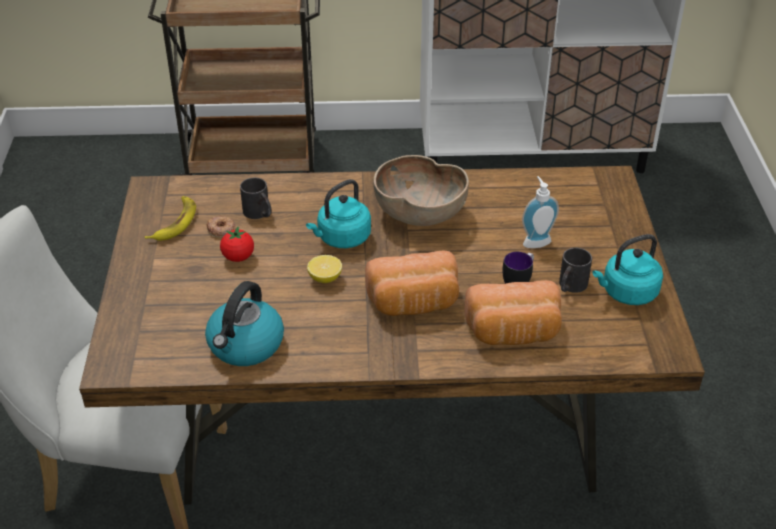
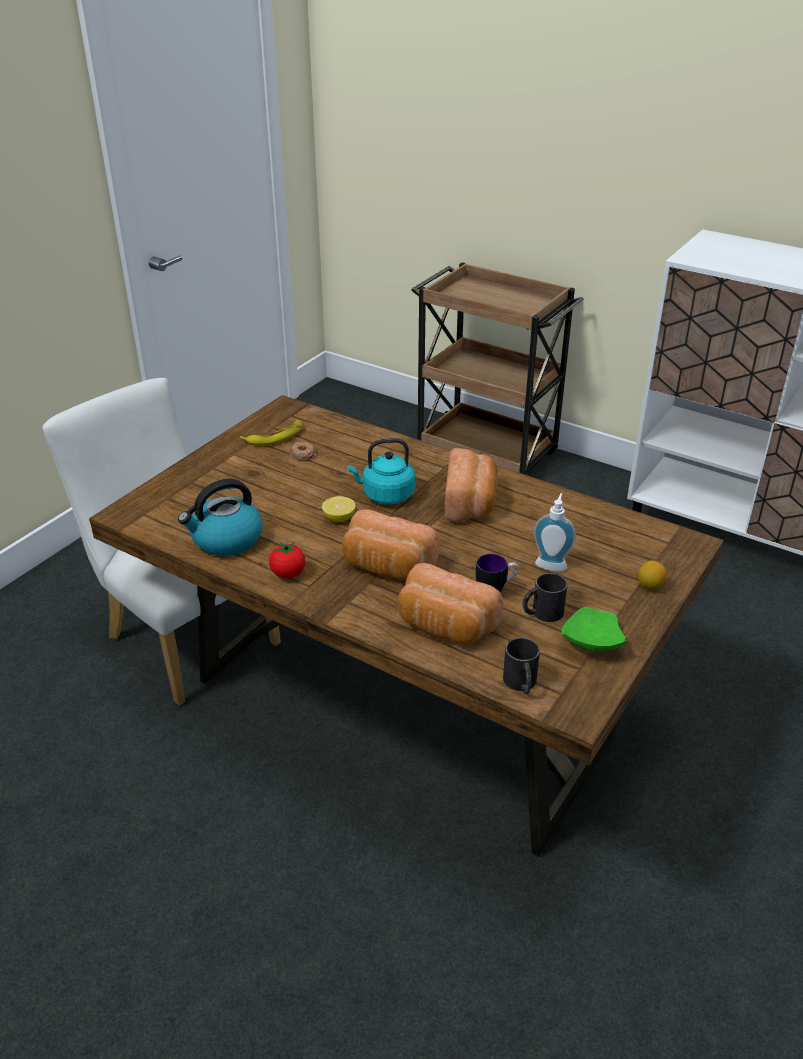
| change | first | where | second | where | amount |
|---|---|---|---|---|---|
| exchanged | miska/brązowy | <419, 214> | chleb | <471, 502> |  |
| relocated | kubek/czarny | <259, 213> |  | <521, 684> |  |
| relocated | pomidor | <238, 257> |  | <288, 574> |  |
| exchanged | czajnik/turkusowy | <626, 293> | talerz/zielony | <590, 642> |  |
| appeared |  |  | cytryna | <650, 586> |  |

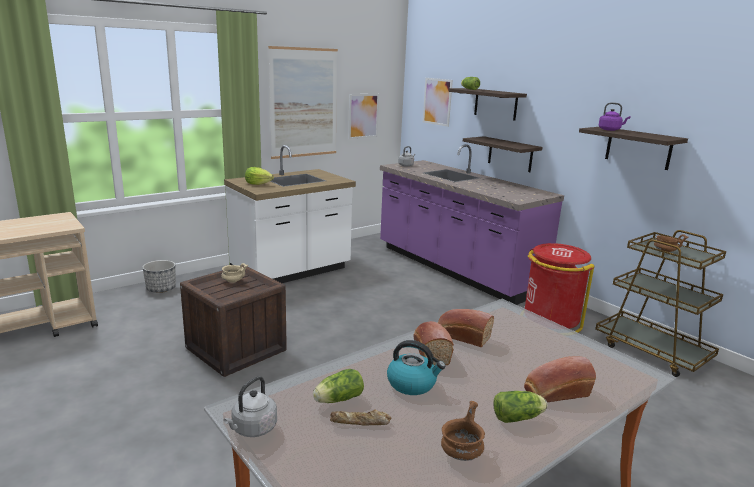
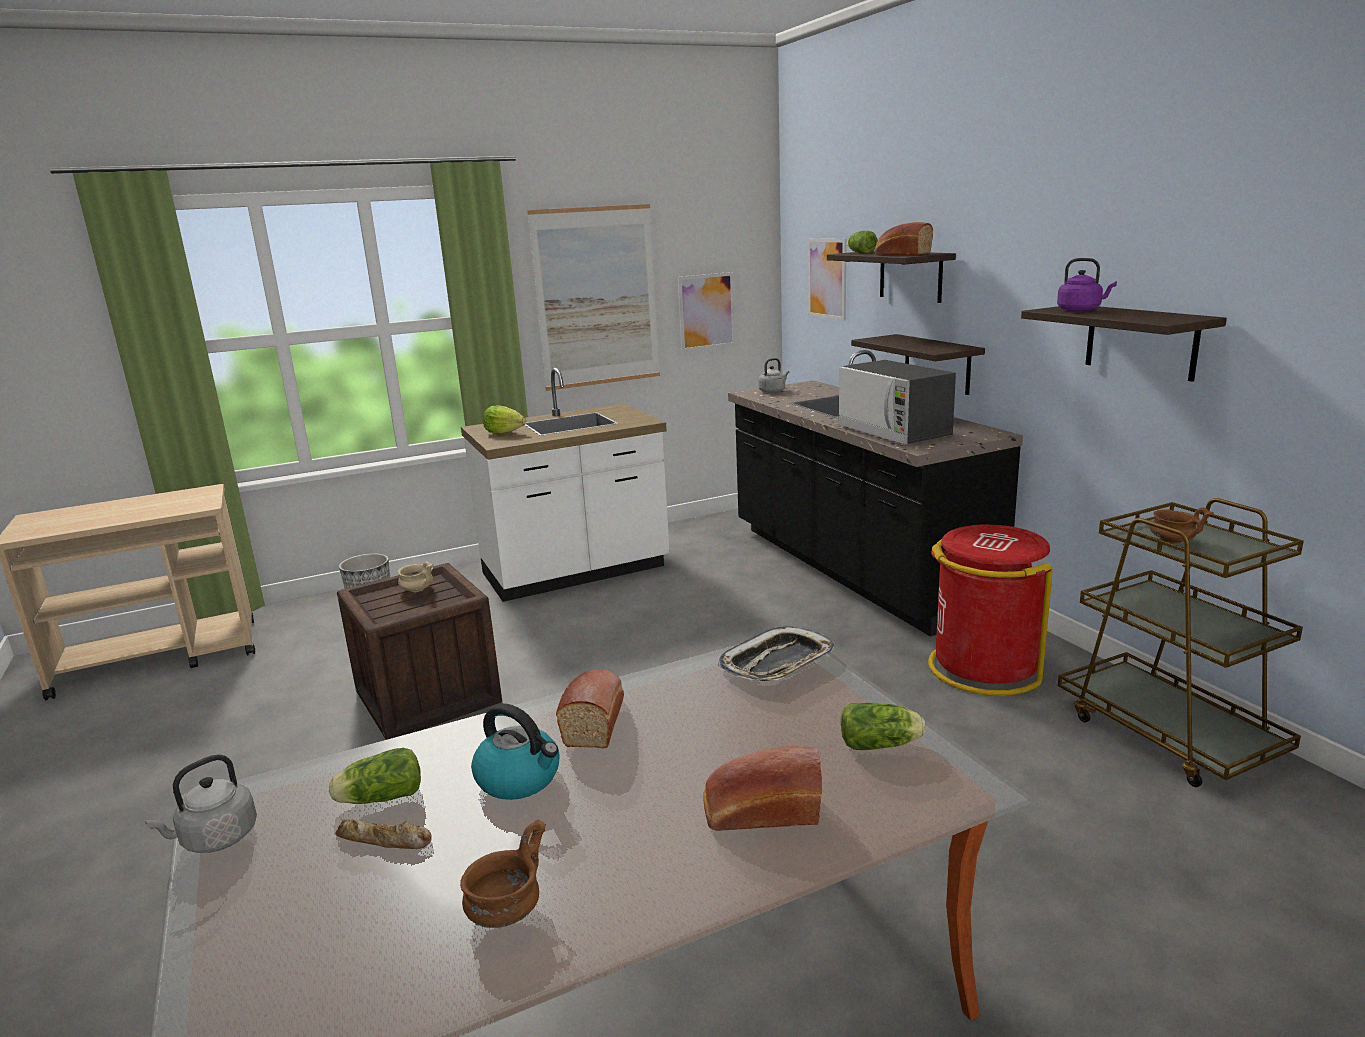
| change | first | where | second | where | amount |
|---|---|---|---|---|---|
| colour | zabudowa kuchenna/fioletowy | <455, 269> | zabudowa kuchenna/czarny | <853, 569> |  |
| relocated | chleb | <461, 336> |  | <901, 254> |  |
| relocated | sałata | <519, 417> |  | <882, 745> |  |
| appeared |  |  | mikrofalówka | <894, 432> |  |
| appeared |  |  | taca | <777, 663> |  |

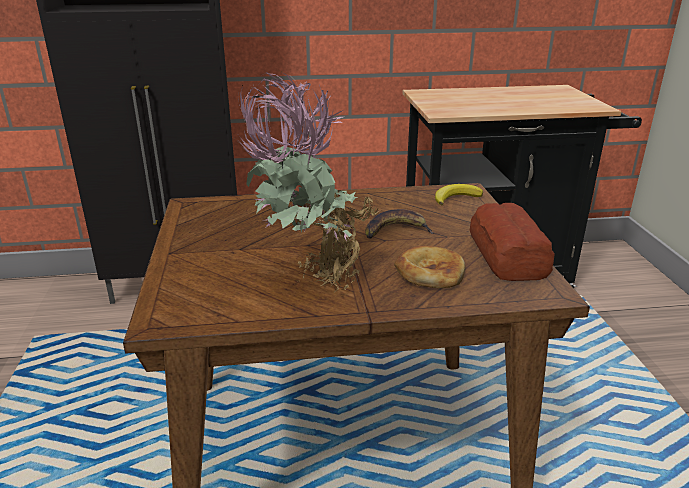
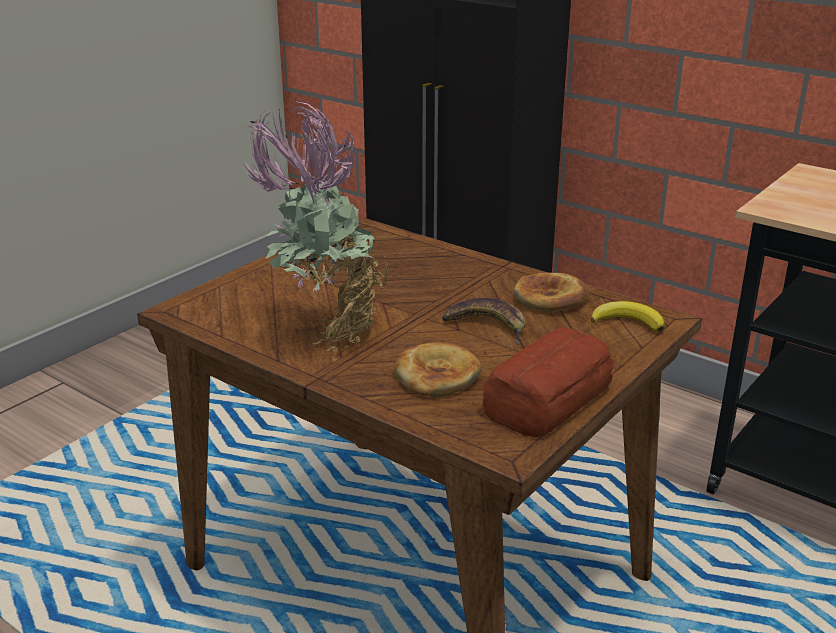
| change | first | where | second | where | amount |
|---|---|---|---|---|---|
| appeared |  |  | chleb | <549, 298> |  |

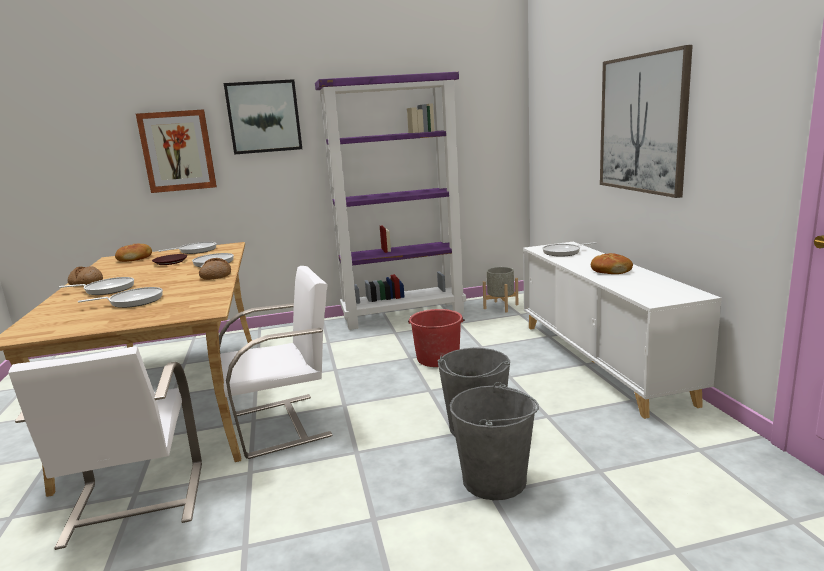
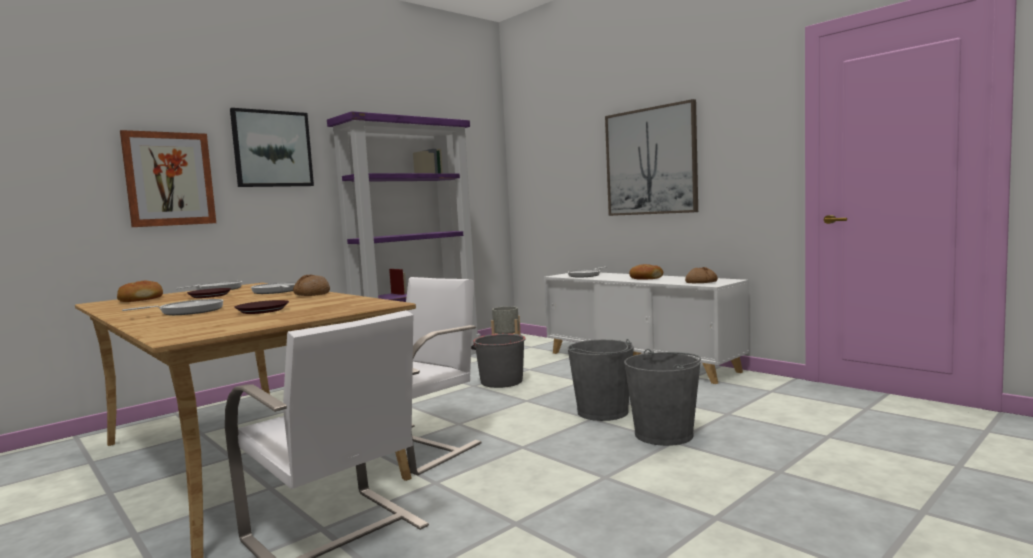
| change | first | where | second | where | amount |
|---|---|---|---|---|---|
| relocated | chleb | <86, 283> |  | <701, 282> |  |
| exchanged | patelnia | <133, 301> | talerz/brązowy | <262, 311> |  |
| colour | wiadro/czerwony | <438, 358> | wiadro/szary | <501, 381> |  |

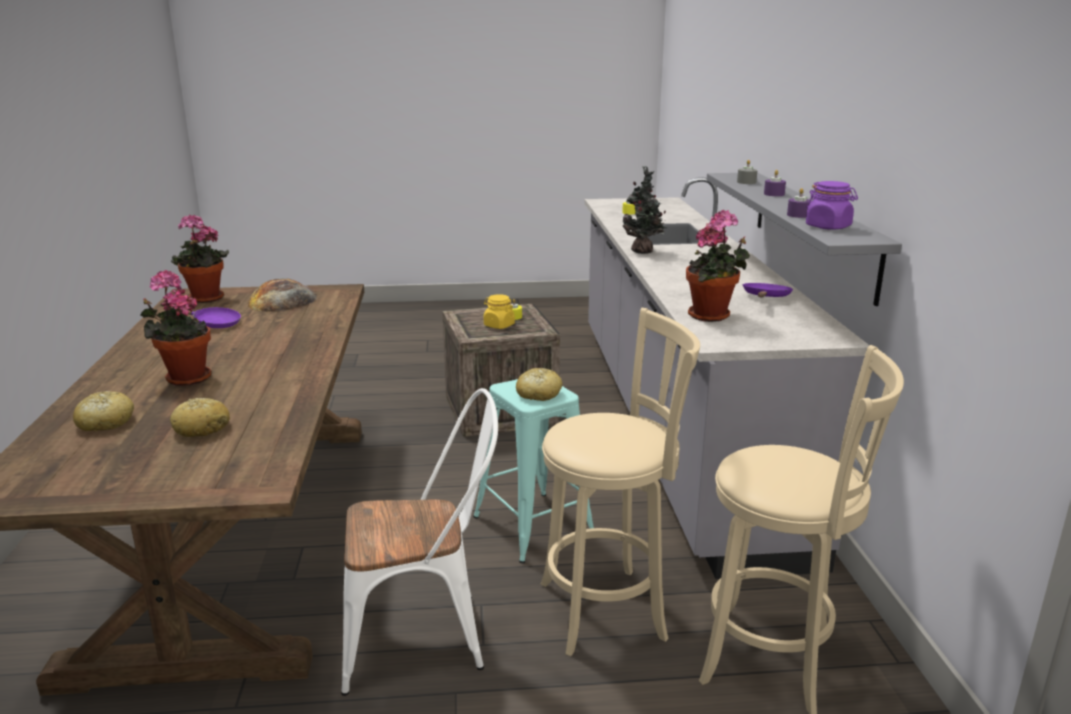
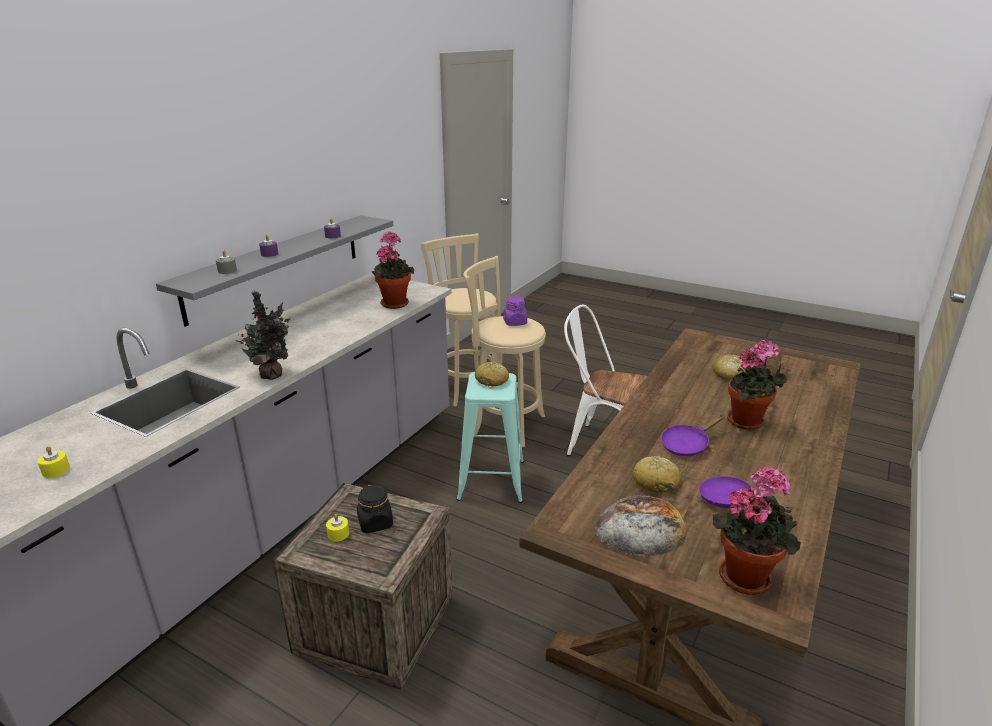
| change | first | where | second | where | amount |
|---|---|---|---|---|---|
| relocated | słoik/fioletowy | <828, 227> |  | <515, 322> |  |
| relocated | patelnia/fioletowy | <765, 298> |  | <687, 445> |  |
| colour | słoik/żółty | <499, 325> | słoik/czarny | <375, 523> |  |
| relocated | chleb | <105, 422> |  | <656, 482> |  |

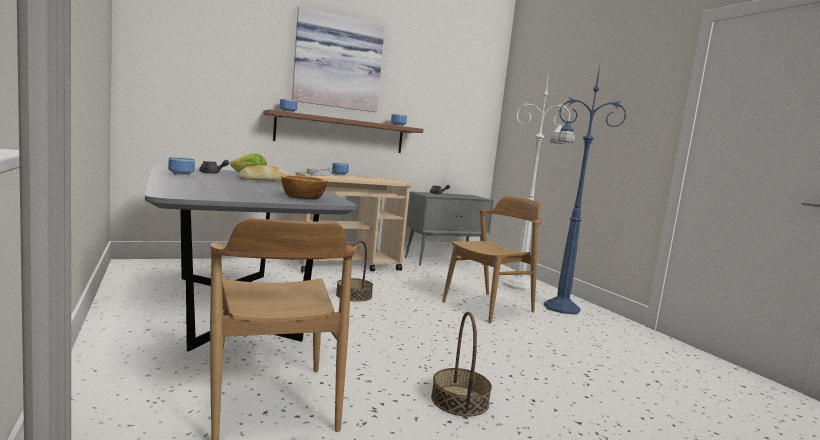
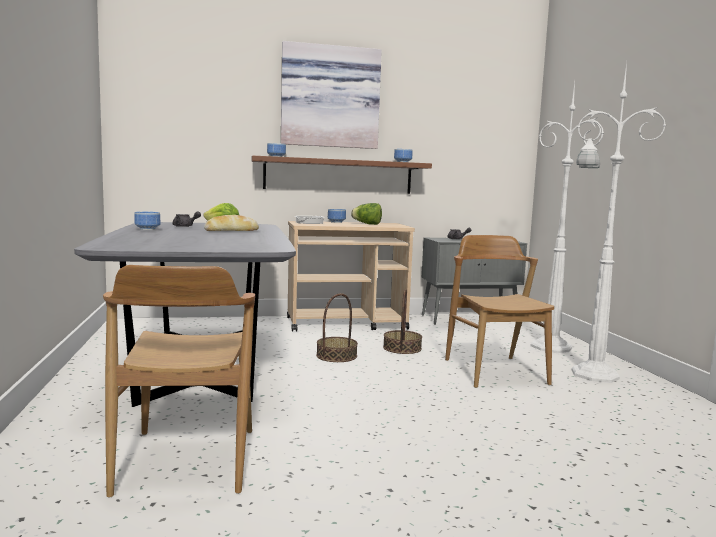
| change | first | where | second | where | amount |
|---|---|---|---|---|---|
| colour | lampa stojąca/niebieski | <559, 307> | lampa stojąca/biały | <592, 374> |  |
| missing | miska | <302, 197> |  |  |  |
| spun | krzesło/brązowy | <488, 307> |  | <495, 371> | 75 degrees counterclockwise |
| relocated | koszyk | <460, 400> |  | <402, 348> |  |
| appeared |  |  | sałata | <367, 224> |  |

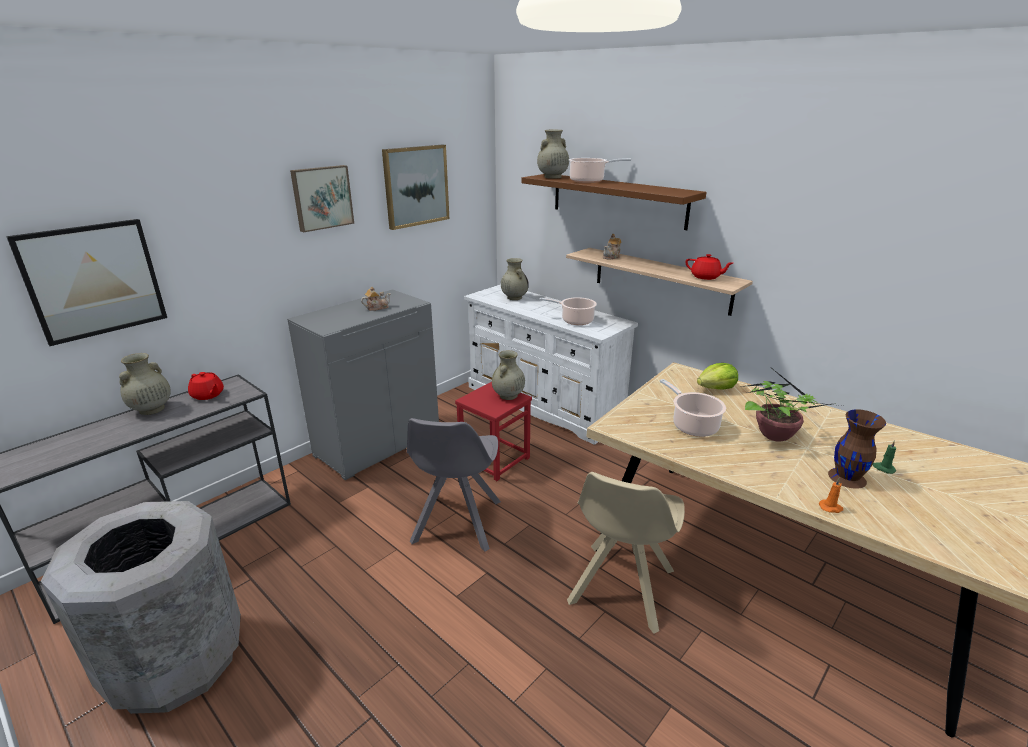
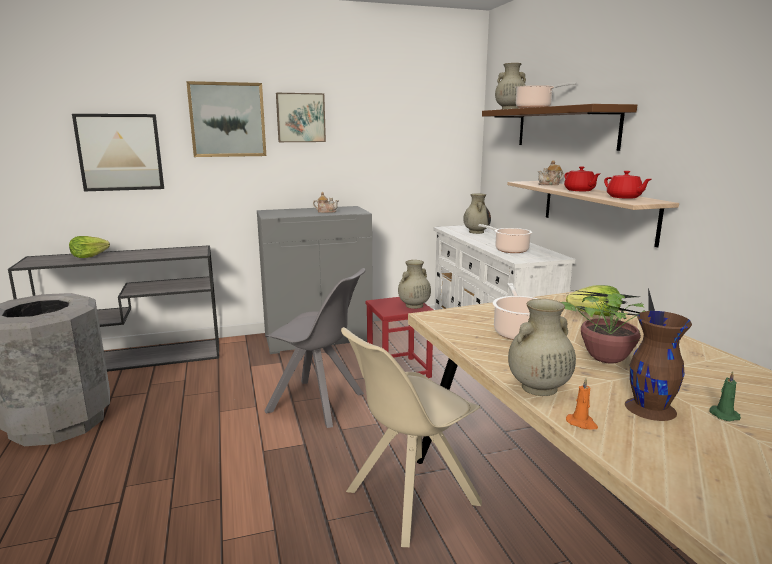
| change | first | where | second | where | amount |
|---|---|---|---|---|---|
| relocated | obraz | <416, 186> |  | <227, 120> |  |
| relocated | wazon/beżowy | <151, 409> |  | <538, 388> |  |
| relocated | imbryk/czerwony | <208, 395> |  | <579, 190> |  |
| spun | krzesło/szary | <456, 523> |  | <318, 403> | 105 degrees counterclockwise |
| appeared |  |  | sałata | <89, 256> |  |

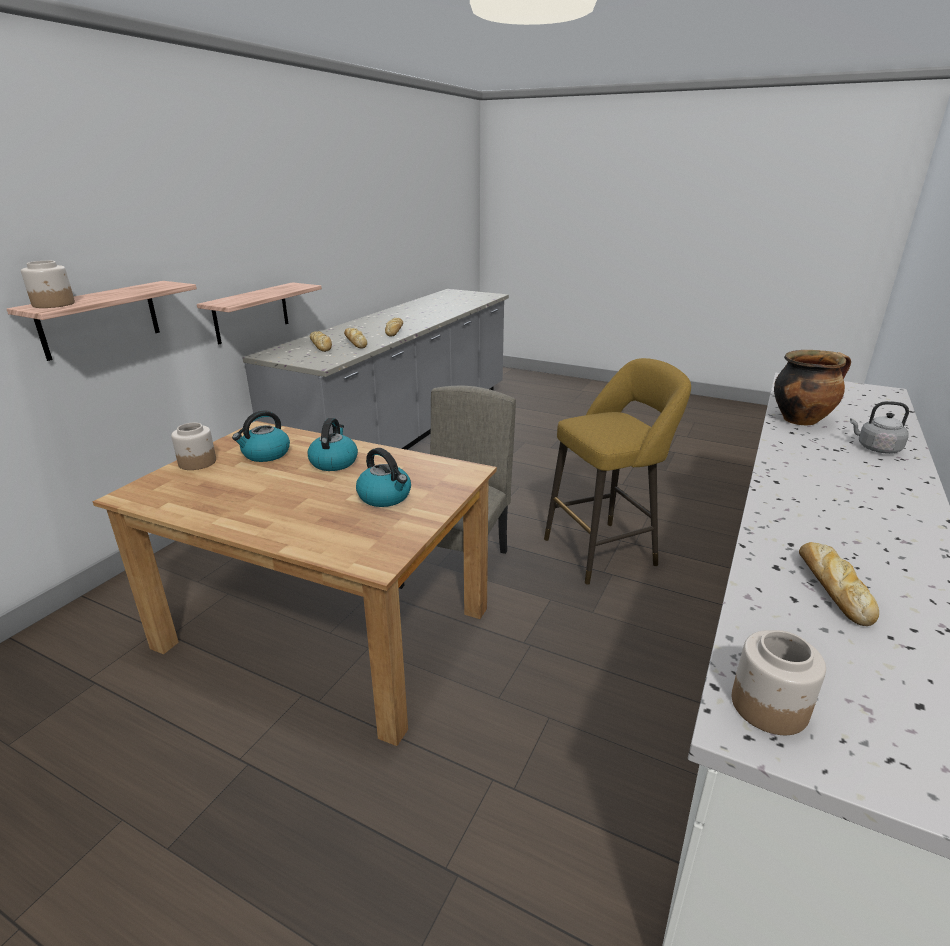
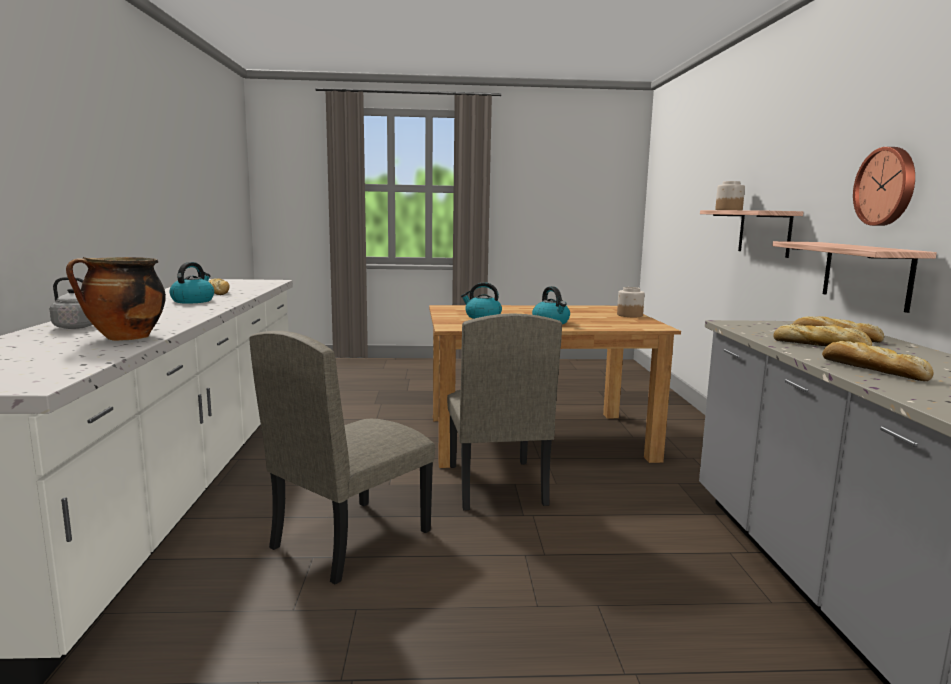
| change | first | where | second | where | amount |
|---|---|---|---|---|---|
| exchanged | stołek/żółty | <605, 550> | krzesło/beżowy | <350, 539> |  |
| relocated | czajnik | <265, 454> |  | <193, 301> |  |
| missing | słoik | <768, 706> |  |  |  |
| appeared |  |  | zegar ścienny | <886, 186> |  |

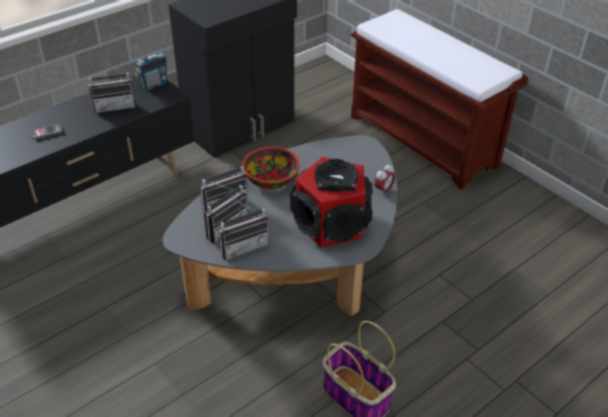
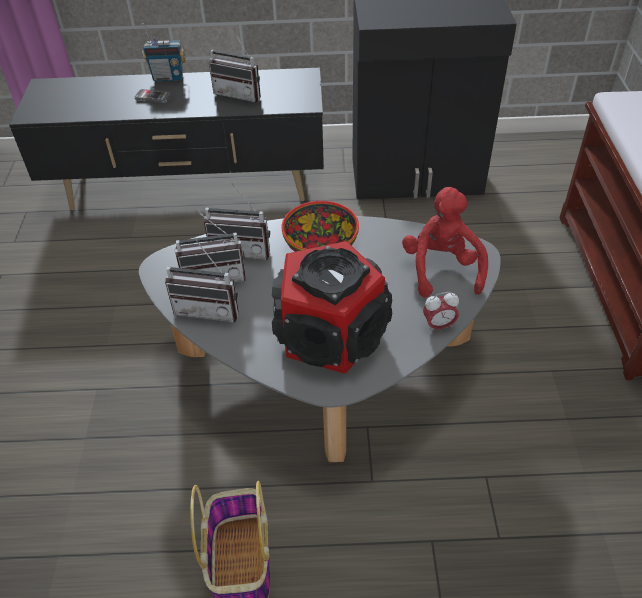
| change | first | where | second | where | amount |
|---|---|---|---|---|---|
| relocated | radio | <154, 84> |  | <168, 77> |  |
| appeared |  |  | pluszak/czerwony | <441, 269> |  |

